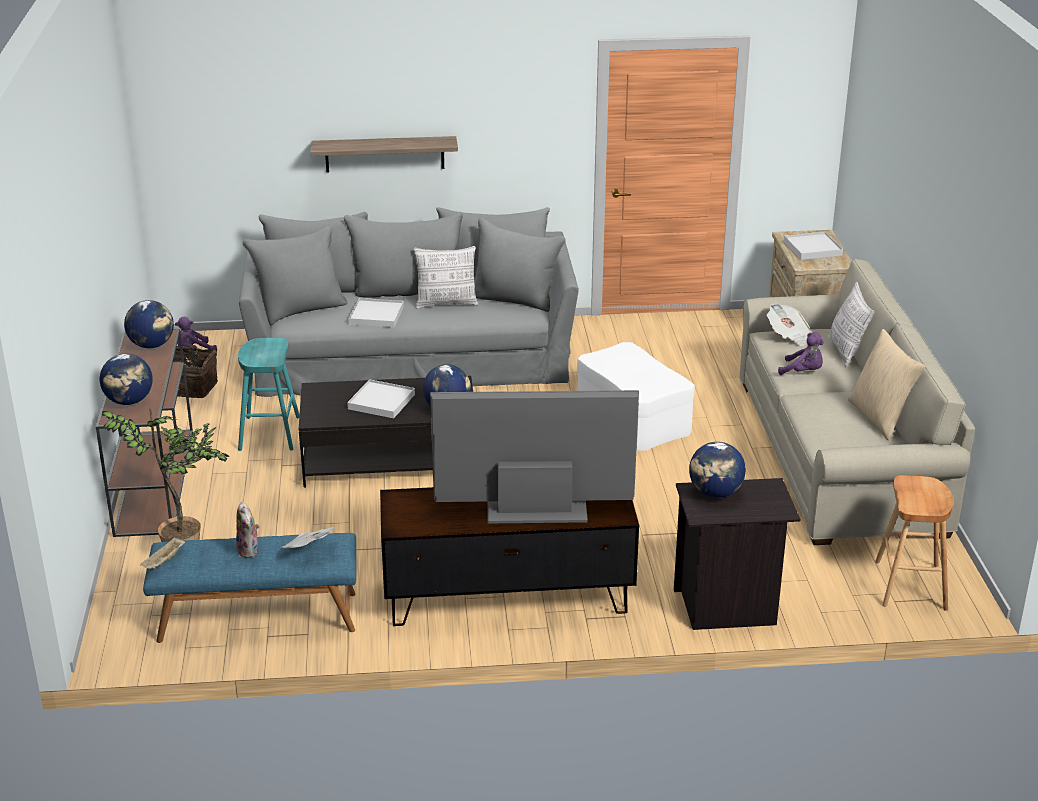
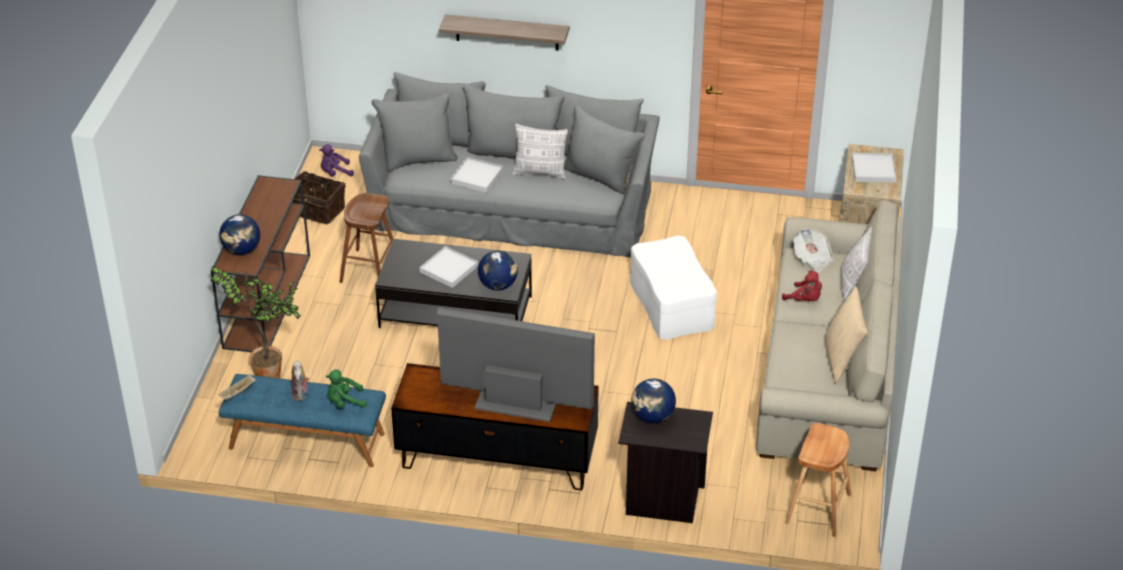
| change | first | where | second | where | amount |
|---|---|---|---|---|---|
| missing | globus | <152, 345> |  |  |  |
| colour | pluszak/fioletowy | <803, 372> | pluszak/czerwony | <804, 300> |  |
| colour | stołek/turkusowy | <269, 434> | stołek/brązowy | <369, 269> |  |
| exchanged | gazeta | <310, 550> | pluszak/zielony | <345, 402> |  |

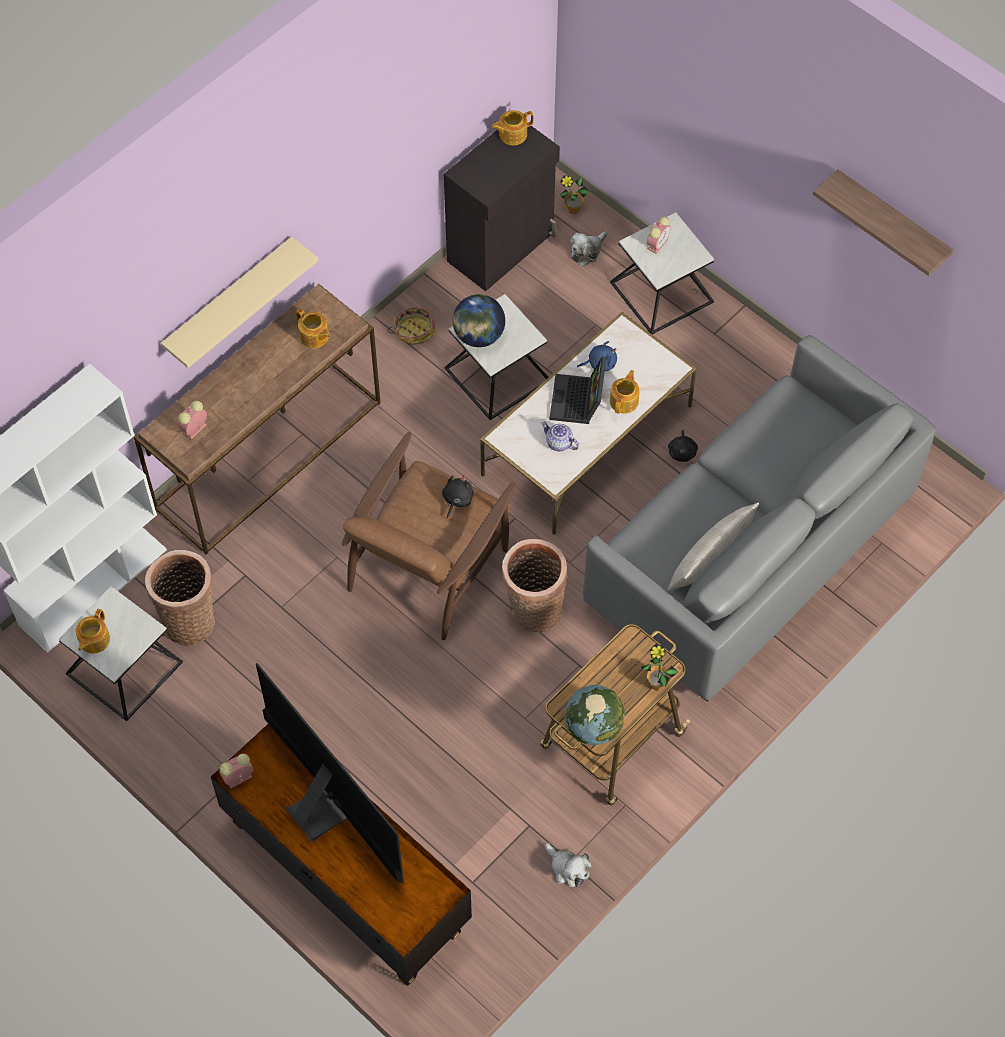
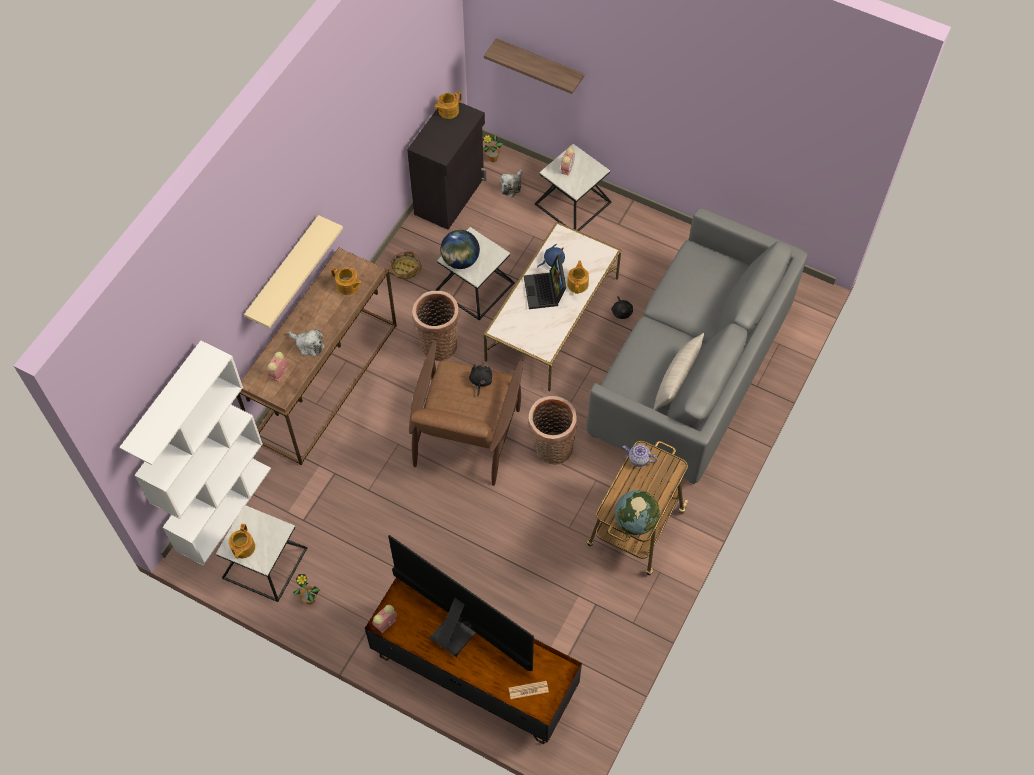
| change | first | where | second | where | amount |
|---|---|---|---|---|---|
| relocated | półka | <891, 222> |  | <539, 66> |  |
| relocated | imbryk | <559, 443> |  | <639, 459> |  |
| relocated | koszyk | <189, 620> |  | <438, 343> |  |
| relocated | roślina doniczkowa | <657, 684> |  | <310, 599> |  |
| relocated | pluszak | <568, 868> |  | <308, 345> |  |
| appeared |  |  | gazeta | <528, 690> |  |

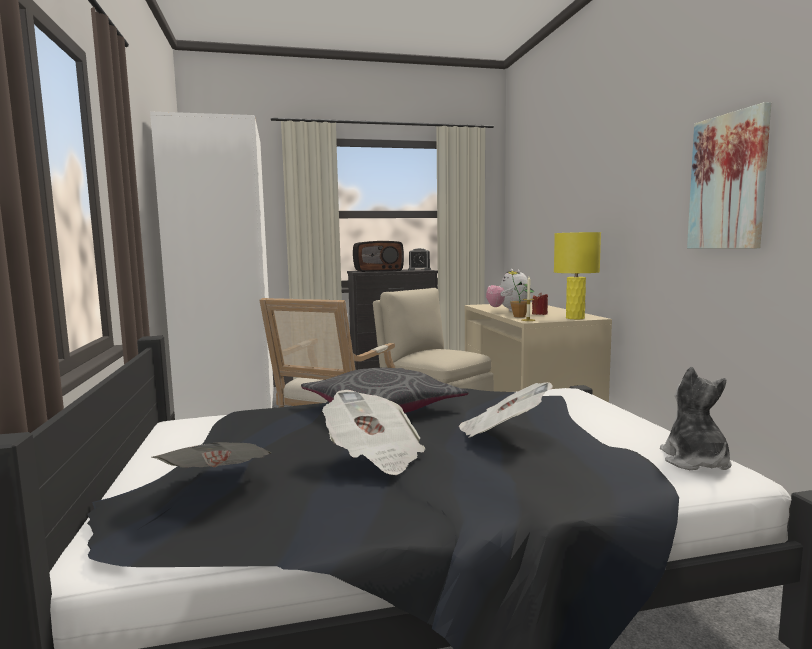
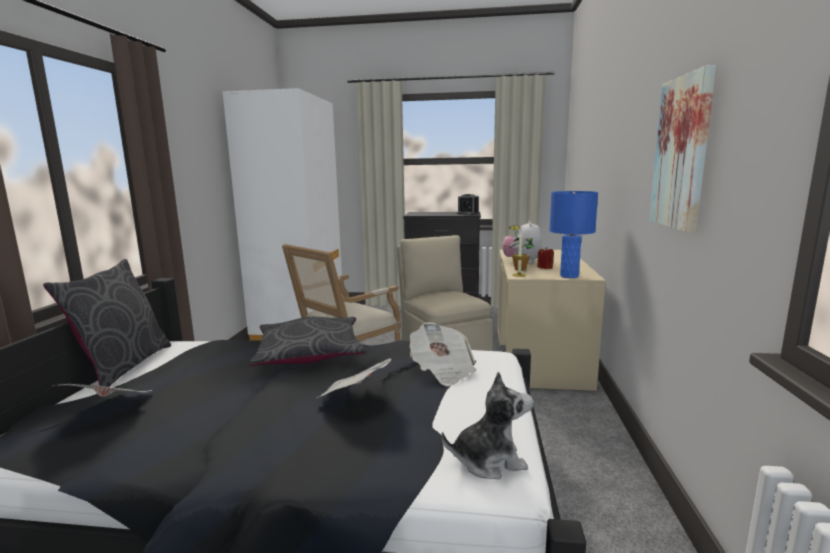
| change | first | where | second | where | amount |
|---|---|---|---|---|---|
| colour | lampa stołowa/żółty | <575, 318> | lampa stołowa/niebieski | <569, 276> |  |
| missing | radio | <378, 270> |  |  |  |
| spun | pluszak | <695, 461> |  | <488, 461> | 60 degrees clockwise |
| relocated | gazeta | <375, 456> |  | <442, 370> |  |
| appeared |  |  | poduszka/szary | <123, 366> |  |

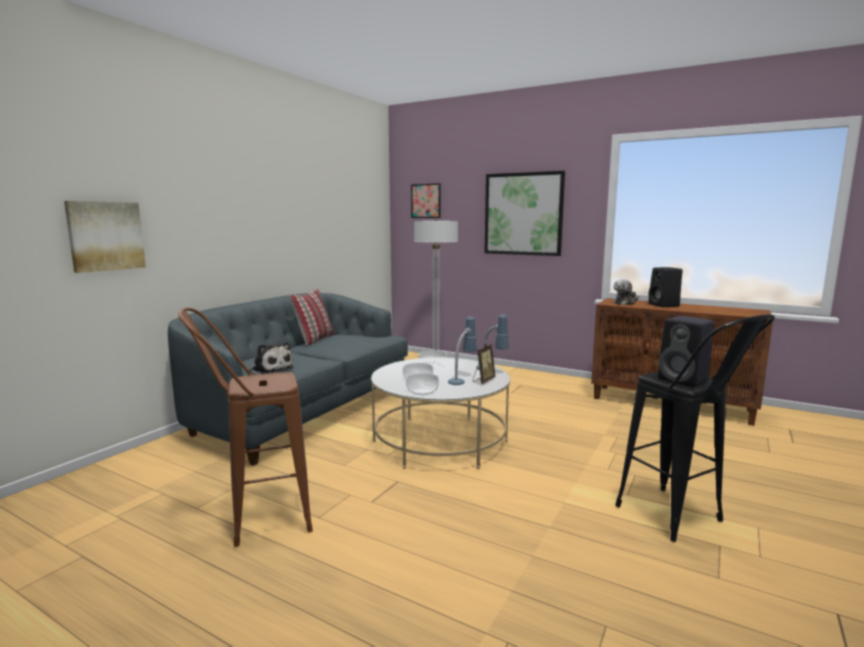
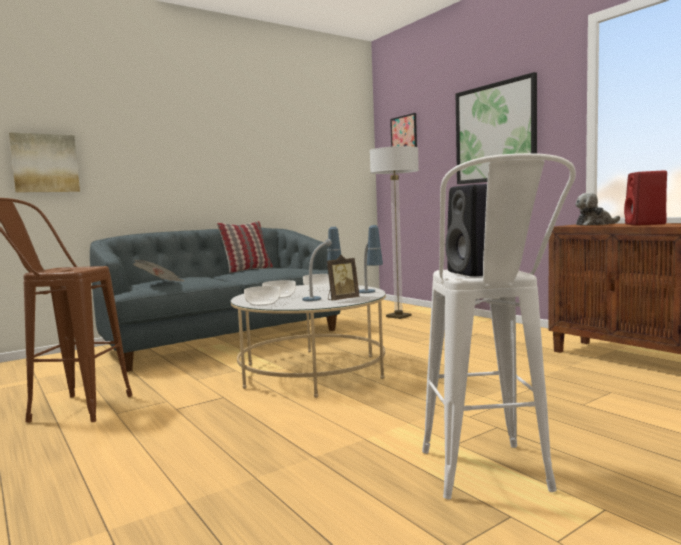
| change | first | where | second | where | amount |
|---|---|---|---|---|---|
| colour | głośnik/czarny | <664, 305> | głośnik/czerwony | <646, 224> |  |
| colour | stołek/czarny | <681, 521> | stołek/biały | <490, 481> |  |
| exchanged | pluszak | <270, 370> | gazeta | <160, 284> |  |

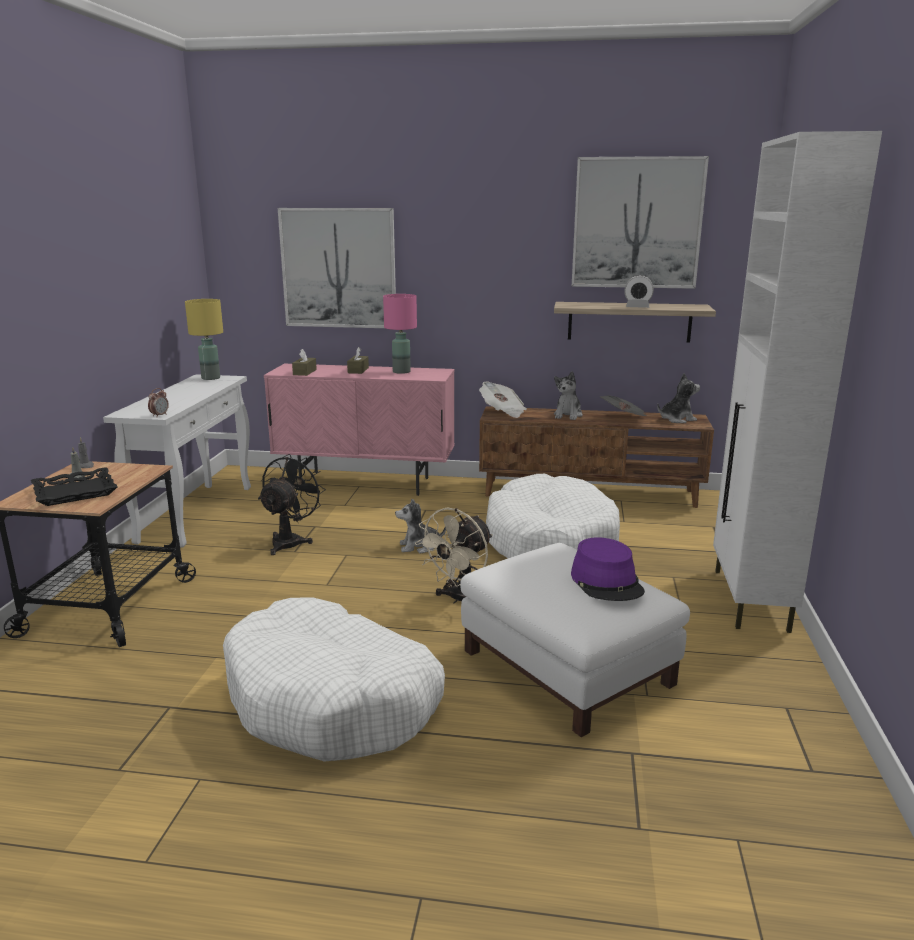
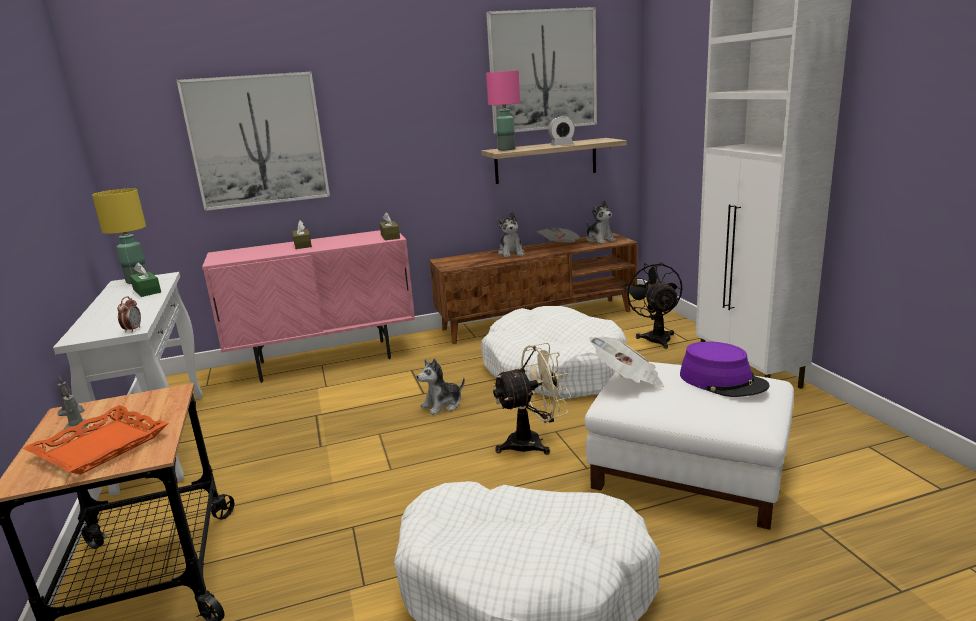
| change | first | where | second | where | amount |
|---|---|---|---|---|---|
| relocated | lampa stołowa/różowy | <401, 372> |  | <506, 149> |  |
| relocated | pudełko chusteczek/brązowy | <304, 372> |  | <390, 236> |  |
| spun | pluszak | <676, 419> |  | <600, 240> | 105 degrees clockwise |
| relocated | gazeta | <503, 412> |  | <627, 379> |  |
| relocated | wentylator/czarny | <291, 541> |  | <655, 337> |  |
| colour | taca/czarny | <75, 492> | taca/pomarańczowy | <100, 446> |  |
| spun | wentylator/beżowy | <459, 599> |  | <533, 442> | 120 degrees counterclockwise |
| appeared |  |  | pudełko chusteczek/zielony | <147, 291> |  |

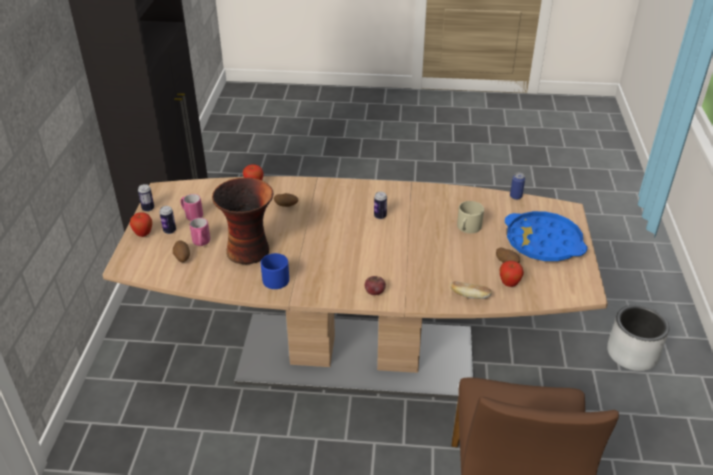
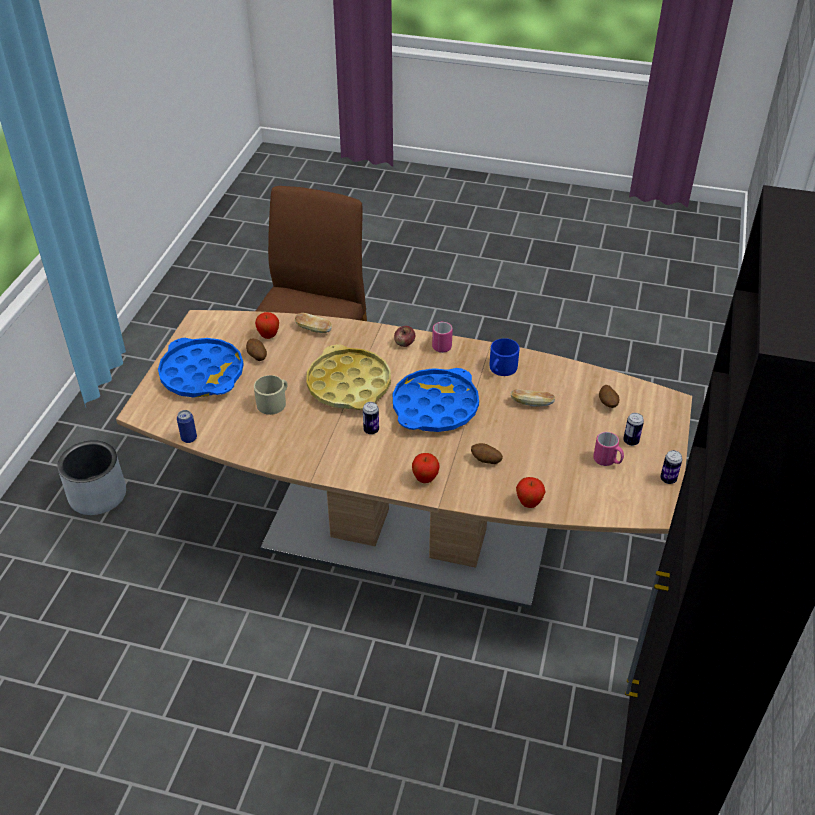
| change | first | where | second | where | amount |
|---|---|---|---|---|---|
| exchanged | wazon | <249, 250> | chleb | <531, 403> |  |
| relocated | jabłko | <143, 234> |  | <425, 479> |  |
| relocated | kubek/różowy | <201, 243> |  | <441, 344> |  |
| appeared |  |  | taca/żółty | <349, 385> |  |
| appeared |  |  | taca/niebieski | <435, 407> |  |

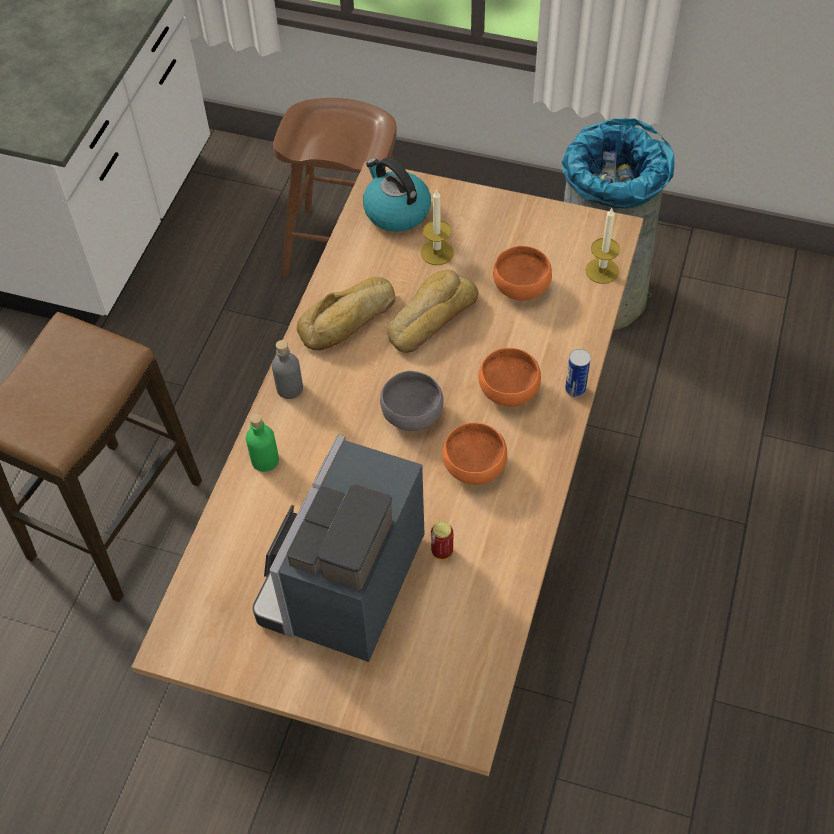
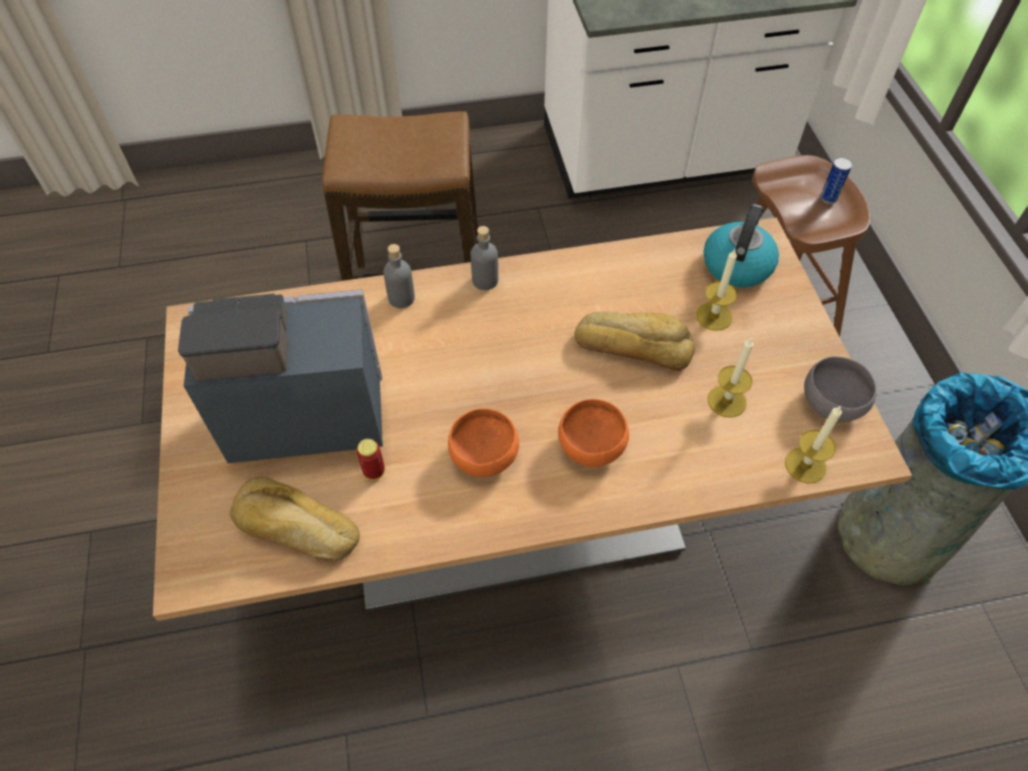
| change | first | where | second | where | amount |
|---|---|---|---|---|---|
| exchanged | miska/pomarańczowy | <520, 286> | świeca | <726, 401> |  |
| relocated | chleb | <349, 320> |  | <295, 528> |  |
| relocated | puszka | <575, 389> |  | <828, 198> |  |
| relocated | miska/szary | <412, 413> |  | <833, 403> |  |
| colour | butelka/zielony | <265, 460> | butelka/szary | <401, 298> |  |

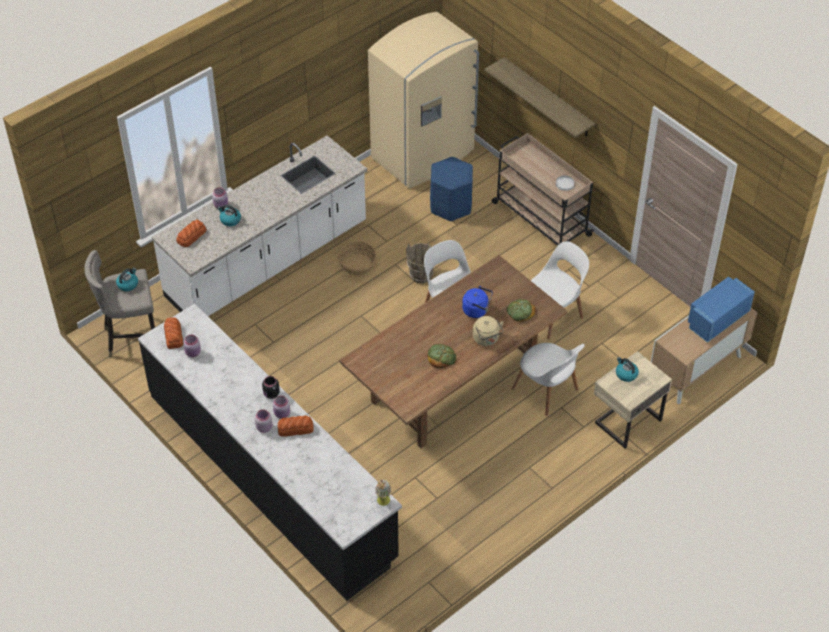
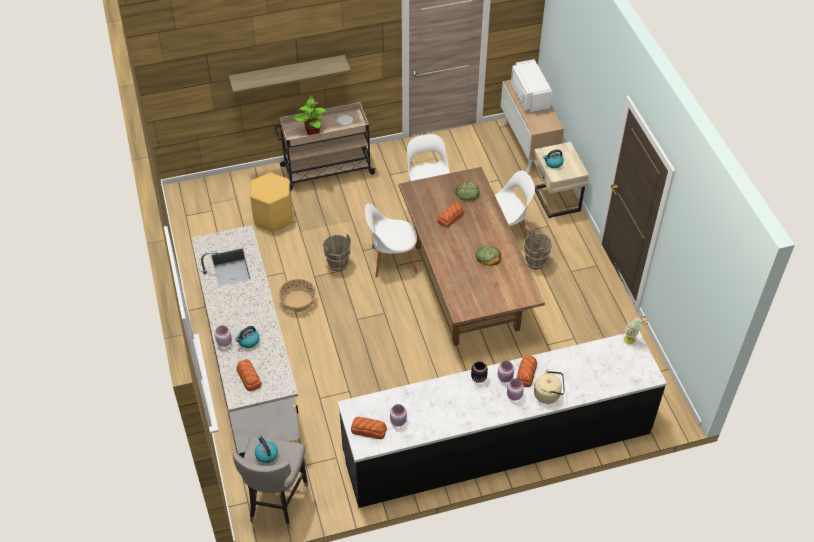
| change | first | where | second | where | amount |
|---|---|---|---|---|---|
| missing | lodówka/beżowy | <424, 155> |  |  |  |
| colour | stołek/niebieski | <451, 205> | stołek/żółty | <273, 217> |  |
| colour | mikrofalówka/niebieski | <716, 319> | mikrofalówka/biały | <529, 96> |  |
| exchanged | czajnik/niebieski | <477, 310> | chleb | <451, 217> |  |
| relocated | czajnik/beżowy | <487, 339> |  | <548, 394> |  |
| appeared |  |  | roślina doniczkowa | <313, 132> |  |
| appeared |  |  | wiadro/brązowy | <535, 262> |  |

